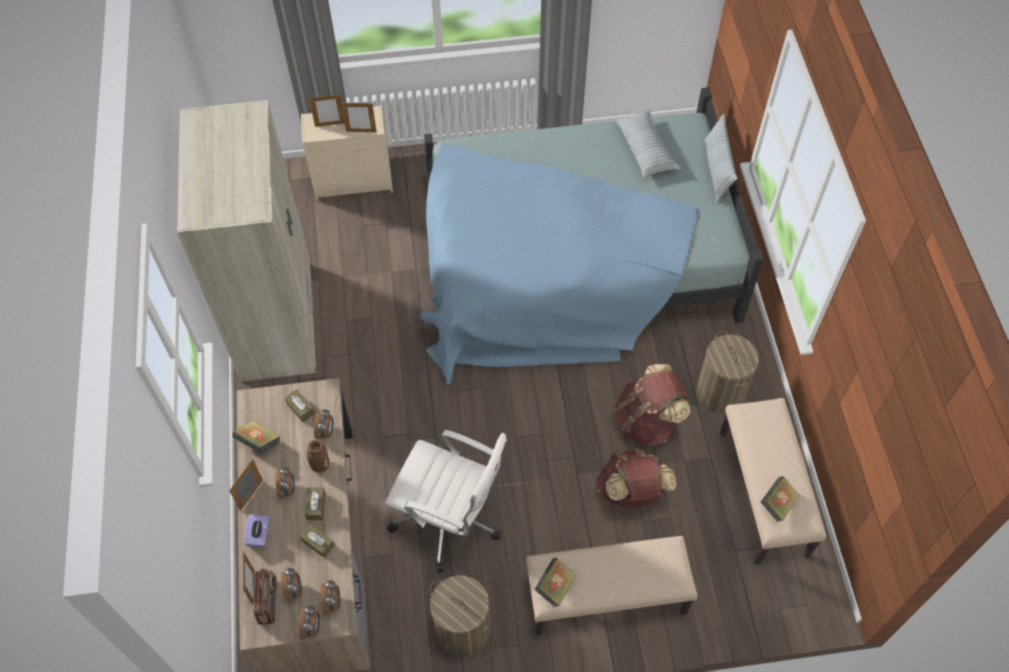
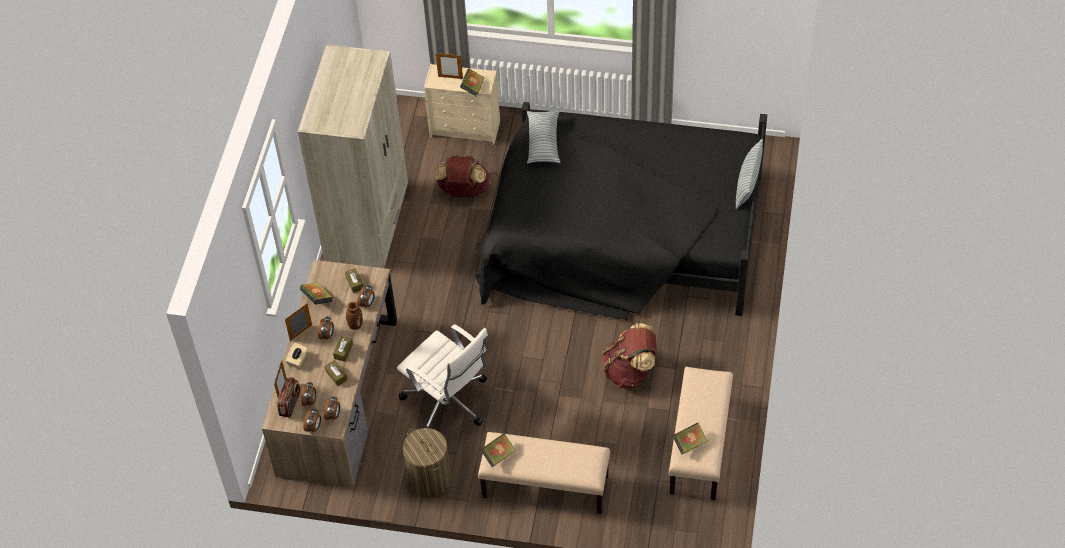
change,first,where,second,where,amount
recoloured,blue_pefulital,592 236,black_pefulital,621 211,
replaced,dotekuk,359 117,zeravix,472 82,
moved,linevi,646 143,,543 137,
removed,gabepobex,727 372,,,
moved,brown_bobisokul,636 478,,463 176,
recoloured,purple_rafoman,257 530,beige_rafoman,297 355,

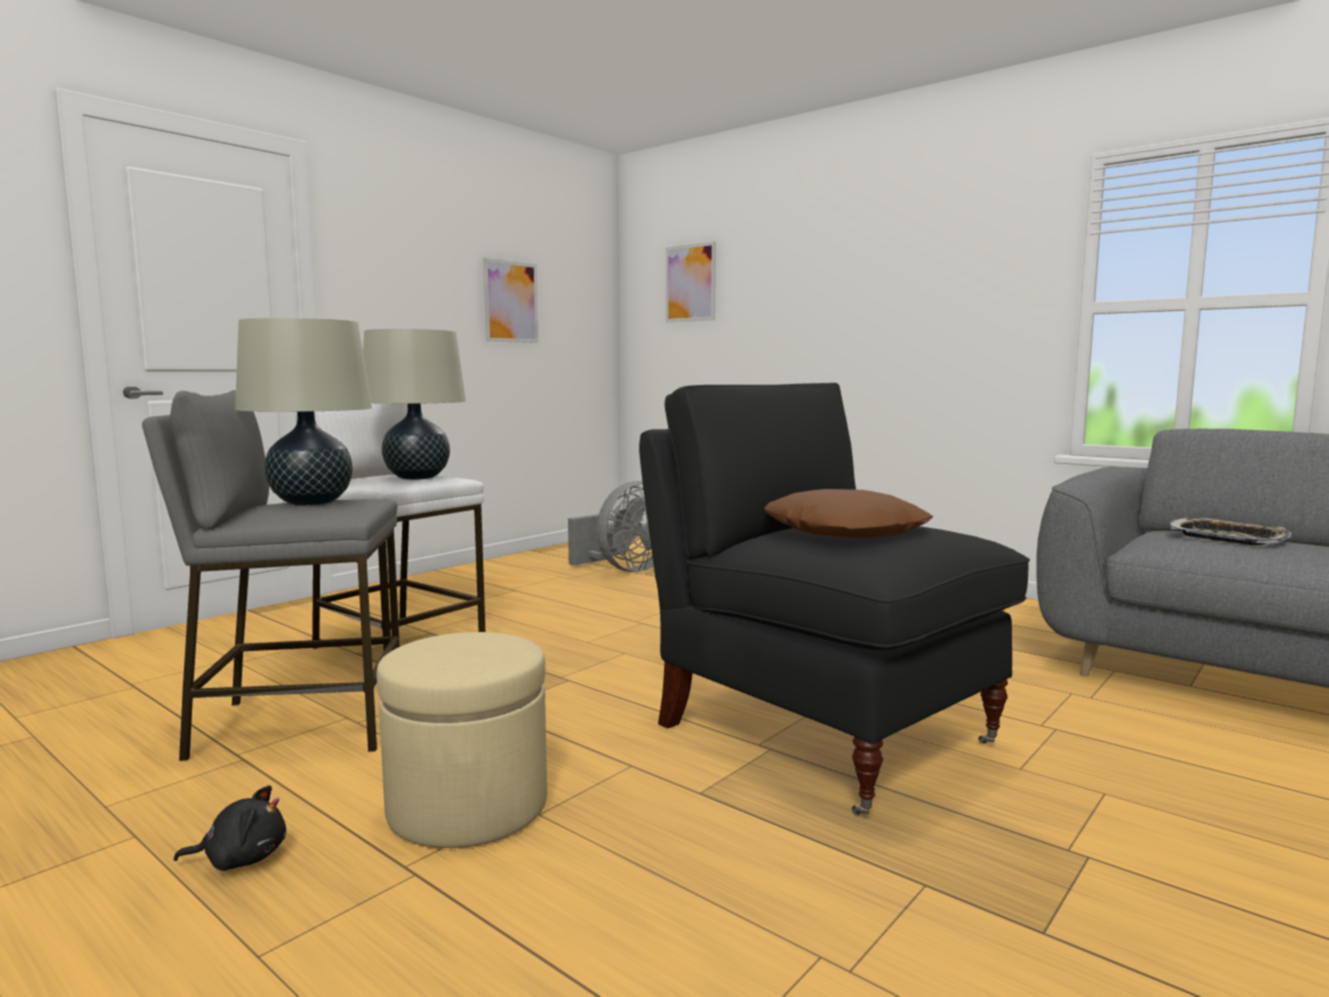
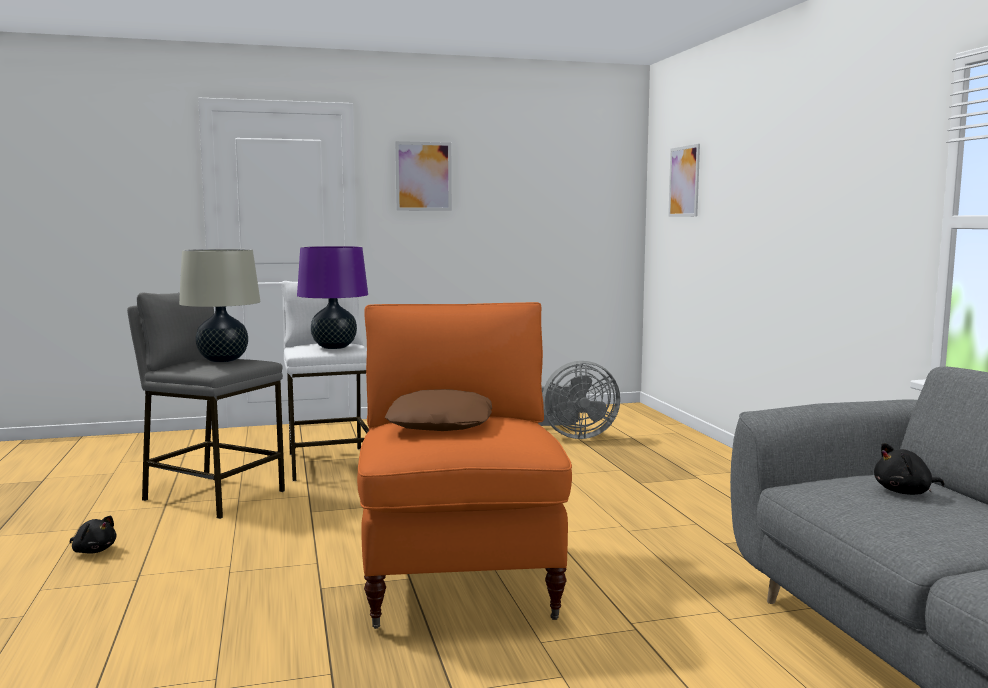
change,first,where,second,where,amount
moved,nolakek,510 300,,423 176,
recoloured,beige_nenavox,414 404,purple_nenavox,332 297,
recoloured,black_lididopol,834 599,orange_lididopol,464 465,
replaced,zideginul,1230 531,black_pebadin,909 469,
removed,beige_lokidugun,462 740,,,

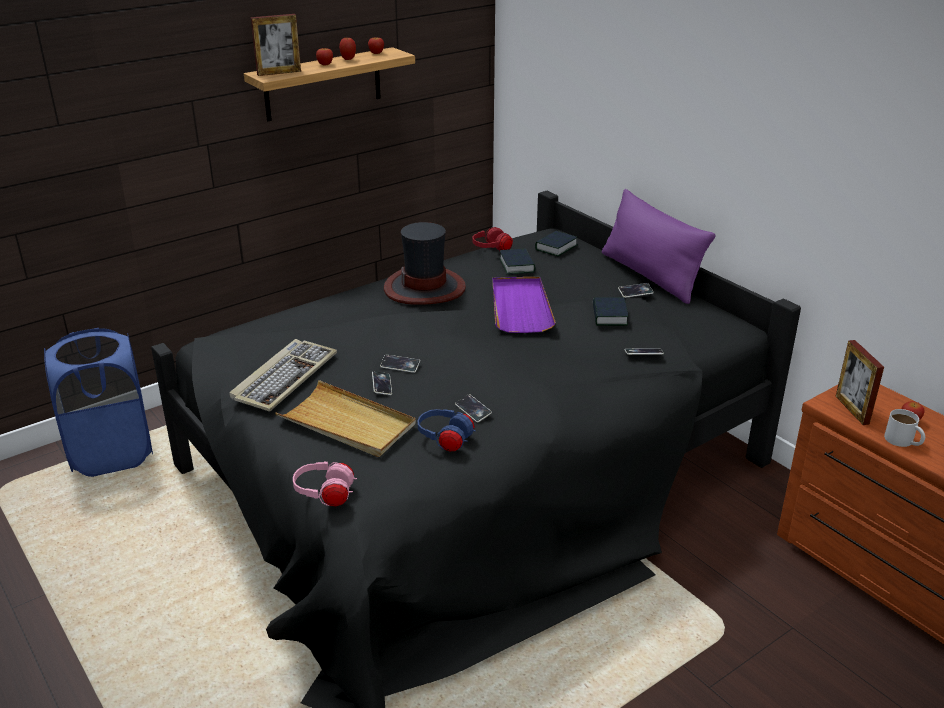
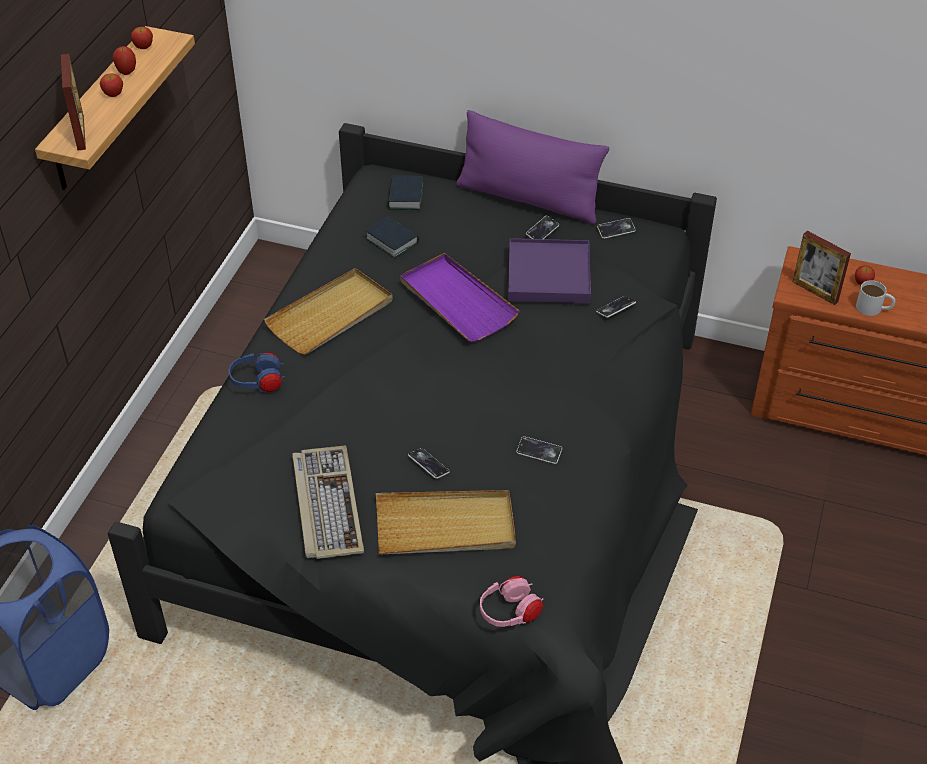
change,first,where,second,where,amount
turned,dotekuk,276 45,,73 102,45 degrees counterclockwise
replaced,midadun,425 263,beige_zideginul,328 311,
removed,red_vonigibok,492 239,,,
replaced,zeravix,610 311,purple_zideginul,549 270,
moved,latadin,400 364,,616 228,
moved,blue_vonigibok,447 430,,257 372,

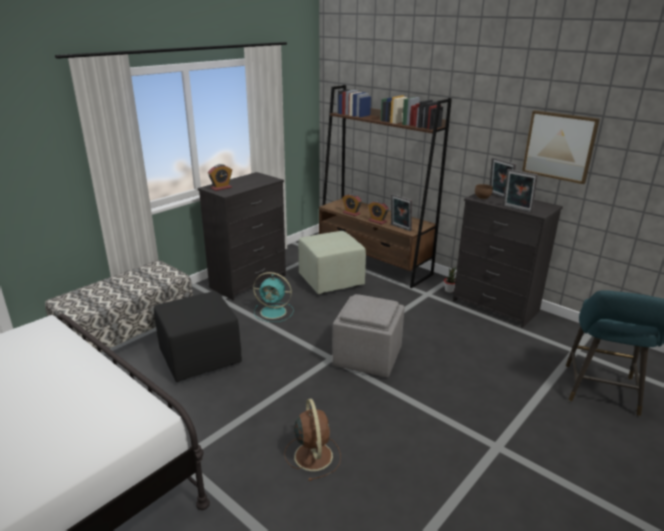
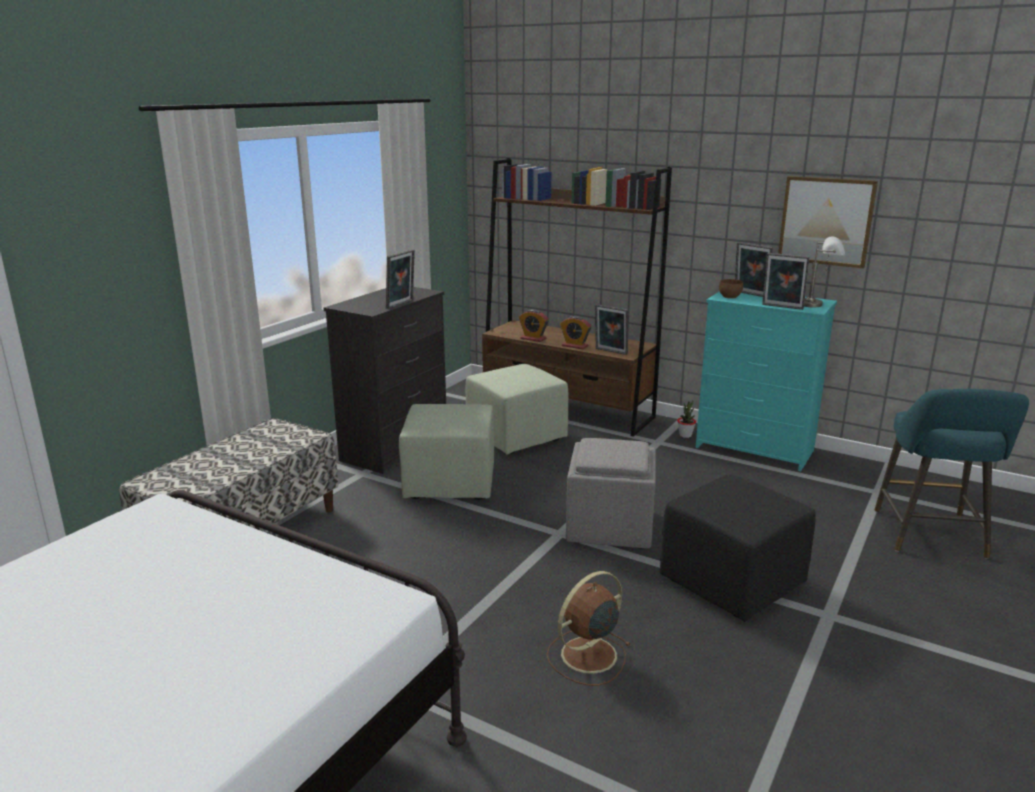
change,first,where,second,where,amount
removed,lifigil,220 177,,,
recoloured,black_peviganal,508 261,turquoise_peviganal,766 381,
replaced,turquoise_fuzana,273 297,green_lokidugun,446 452,
moved,black_lokidugun,198 336,,738 548,
turned,brown_fuzana,312 439,,589 628,105 degrees counterclockwise
added,,,grey_nenavox,824 272,
added,,,dotekuk,400 279,

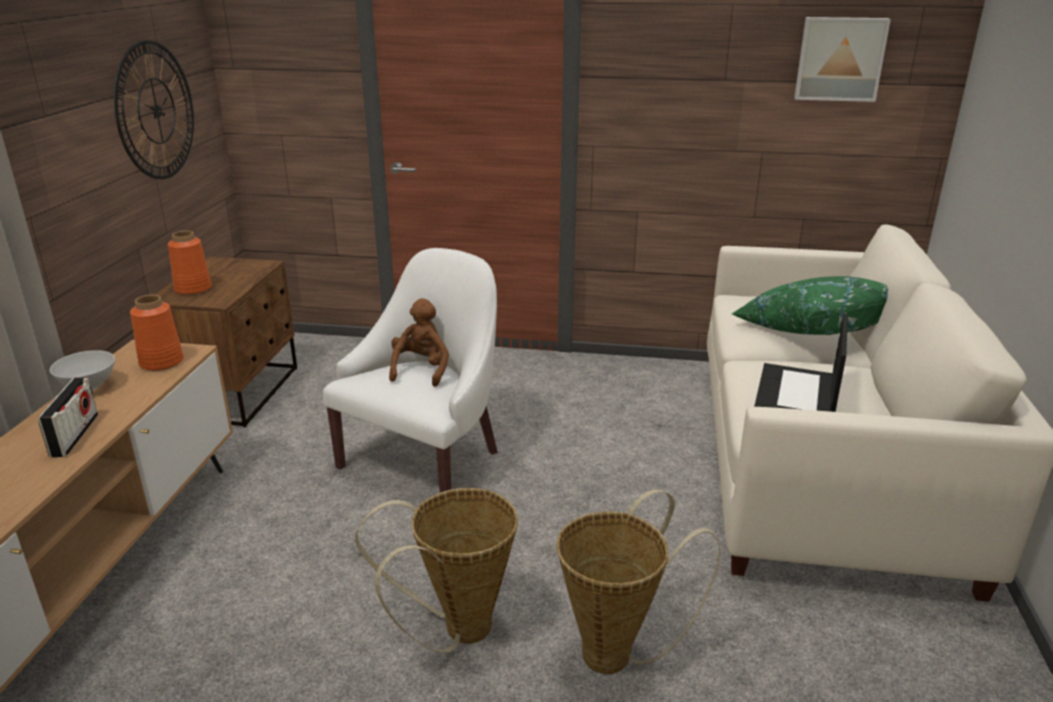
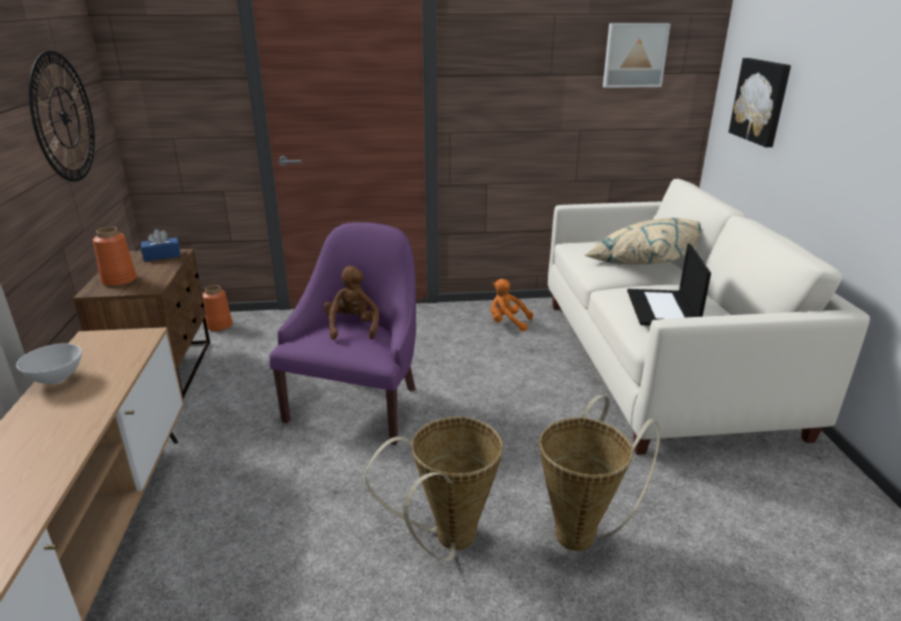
change,first,where,second,where,amount
recoloured,white_lididopol,410 370,purple_lididopol,342 333,
recoloured,green_linevi,810 305,beige_linevi,642 241,
moved,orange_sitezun,157 333,,217 308,
removed,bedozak,68 418,,,
added,,,nolakek,760 102,
added,,,blue_rafoman,160 245,
added,,,orange_pebadin,512 305,

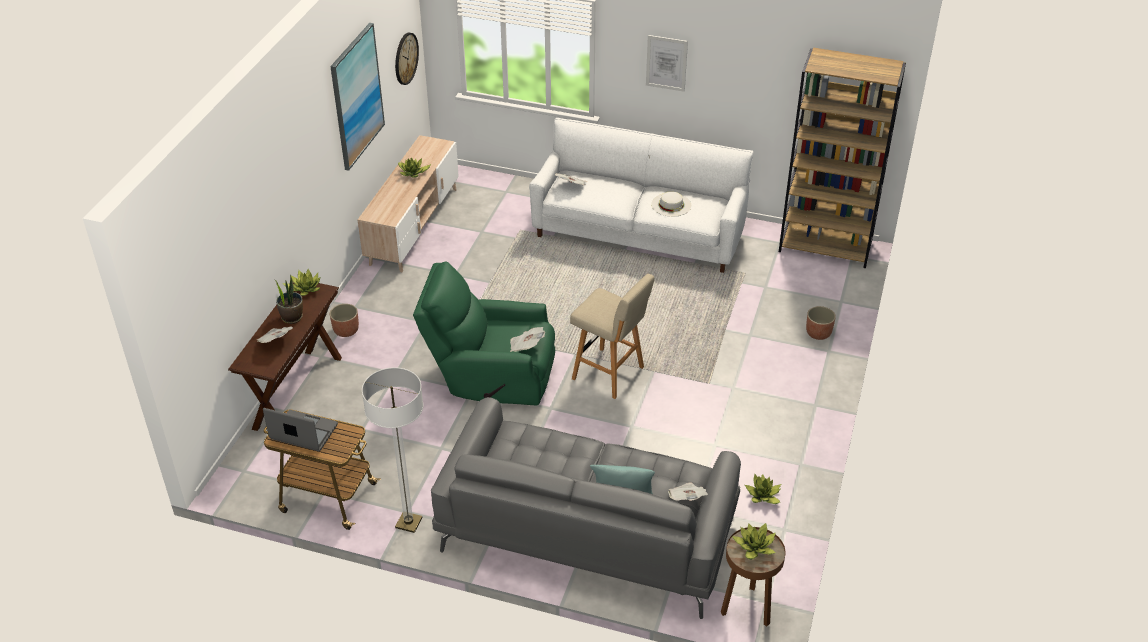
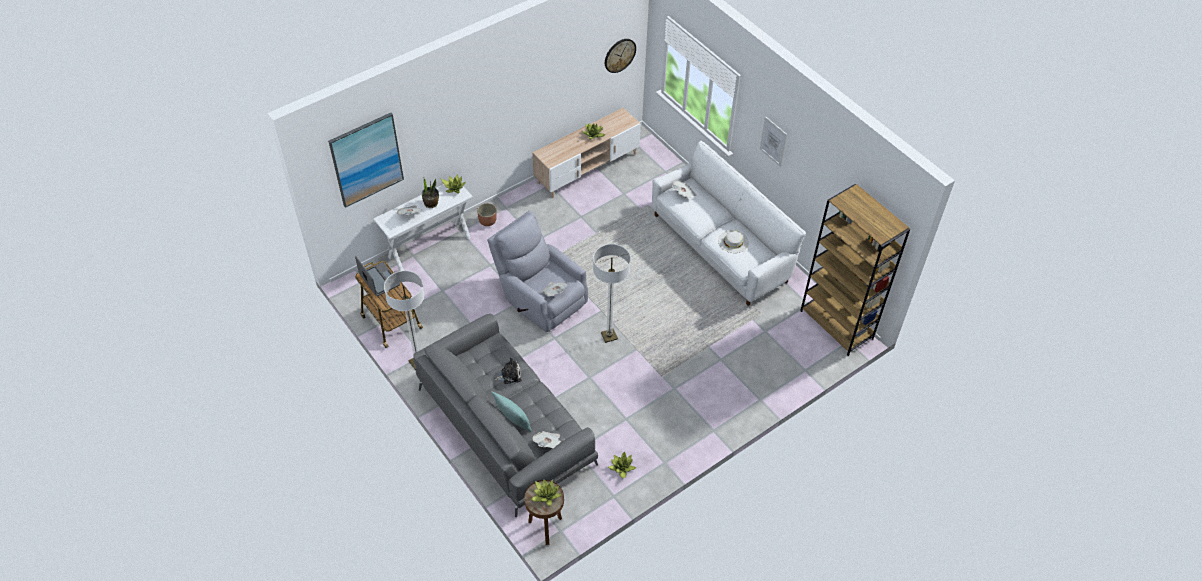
change,first,where,second,where,amount
moved,nolakek,357 97,,366 160,
recoloured,green_lididopol,484 333,grey_lididopol,537 271,
replaced,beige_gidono,612 336,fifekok,612 293,
recoloured,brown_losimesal,285 356,white_losimesal,423 227,
removed,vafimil,821 323,,,
added,,,pebadin,507 371,

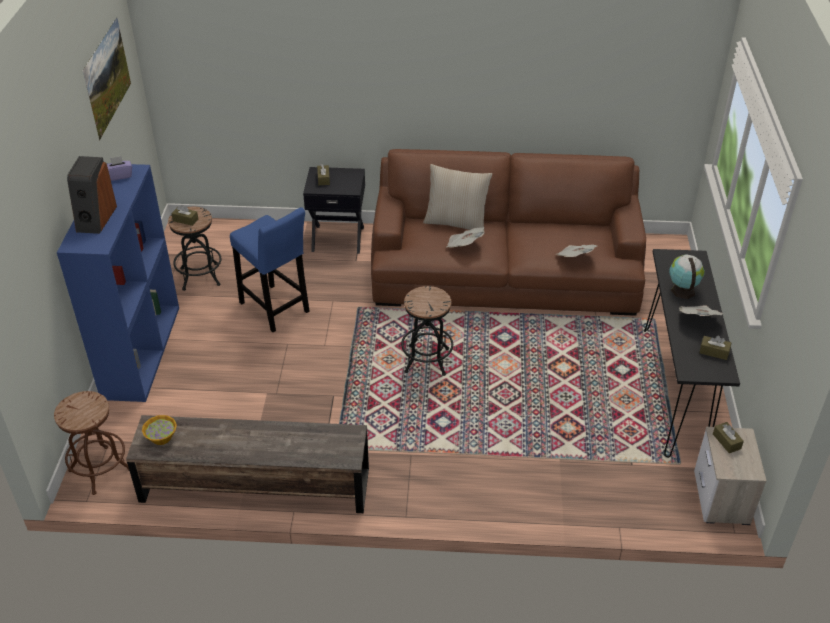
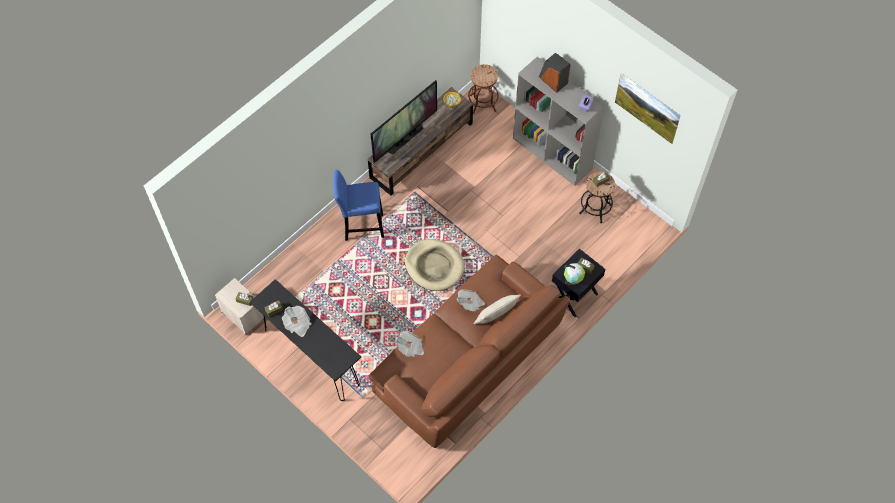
change,first,where,second,where,amount
recoloured,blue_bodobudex,118 282,grey_bodobudex,559 121,
moved,blue_gidono,270 270,,358 205,
moved,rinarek,687 276,,574 274,
replaced,black_gidono,427 331,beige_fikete,435 265,
added,,,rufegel,404 121,

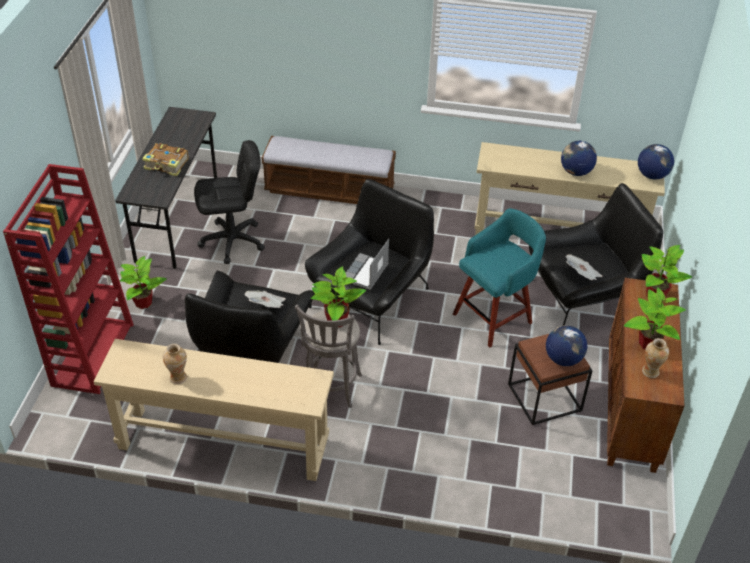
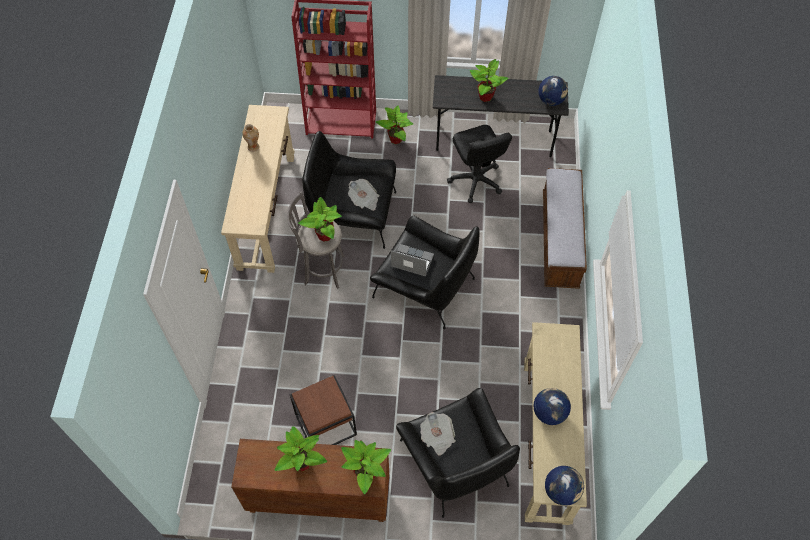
change,first,where,second,where,amount
replaced,zeravix,165 159,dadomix,489 80,
removed,turquoise_gidono,499 277,,,
moved,rinarek,566 345,,553 91,
removed,sitezun,655 358,,,

